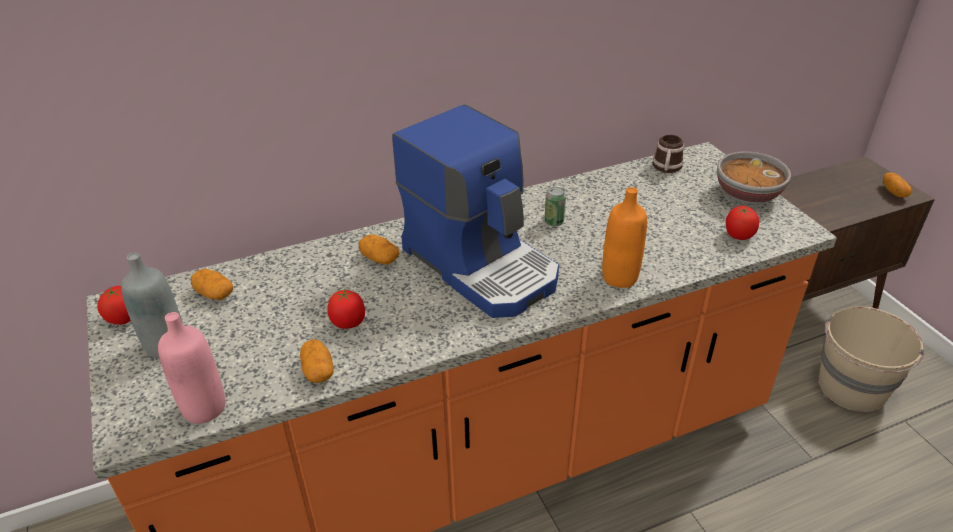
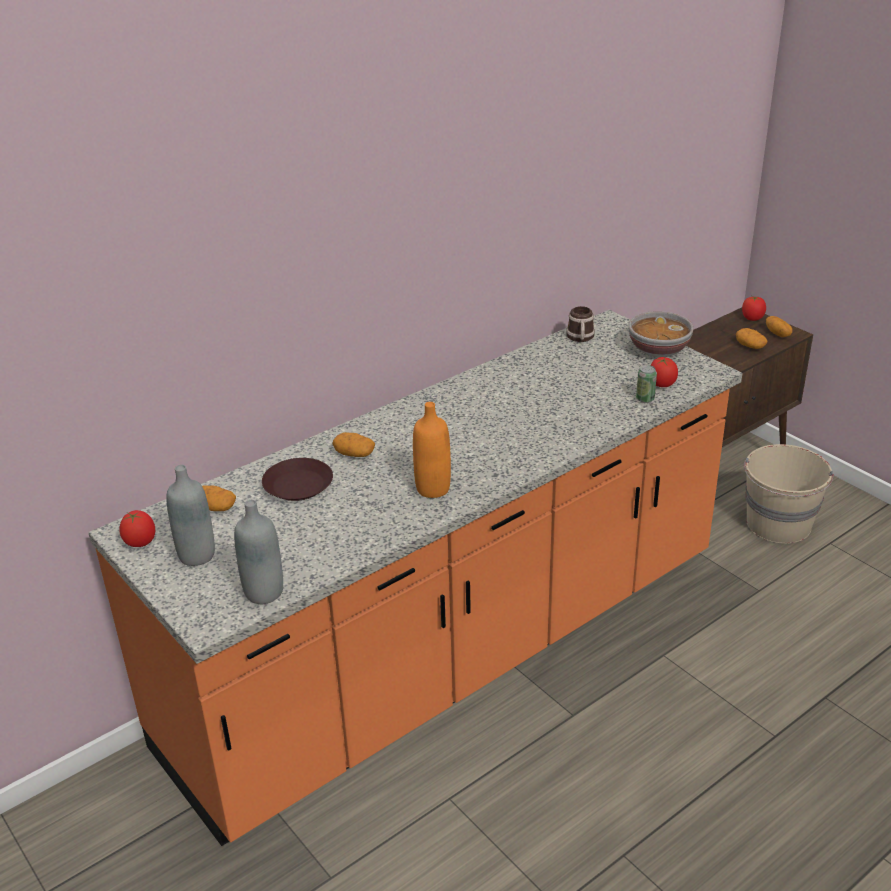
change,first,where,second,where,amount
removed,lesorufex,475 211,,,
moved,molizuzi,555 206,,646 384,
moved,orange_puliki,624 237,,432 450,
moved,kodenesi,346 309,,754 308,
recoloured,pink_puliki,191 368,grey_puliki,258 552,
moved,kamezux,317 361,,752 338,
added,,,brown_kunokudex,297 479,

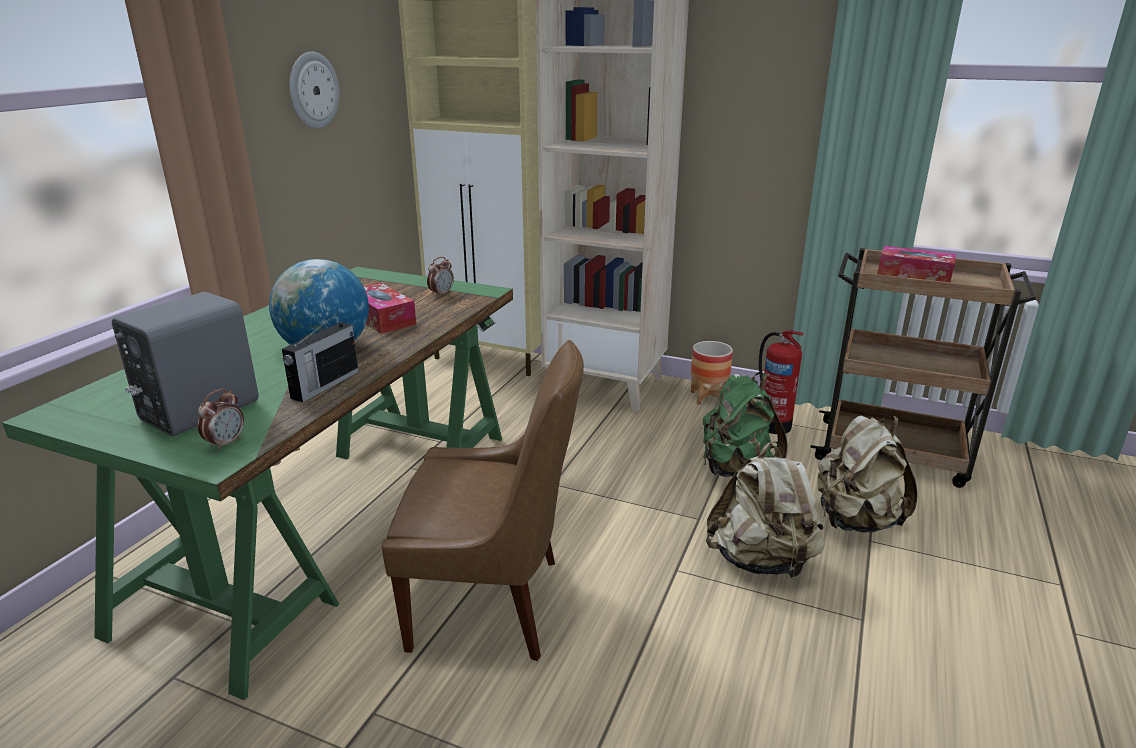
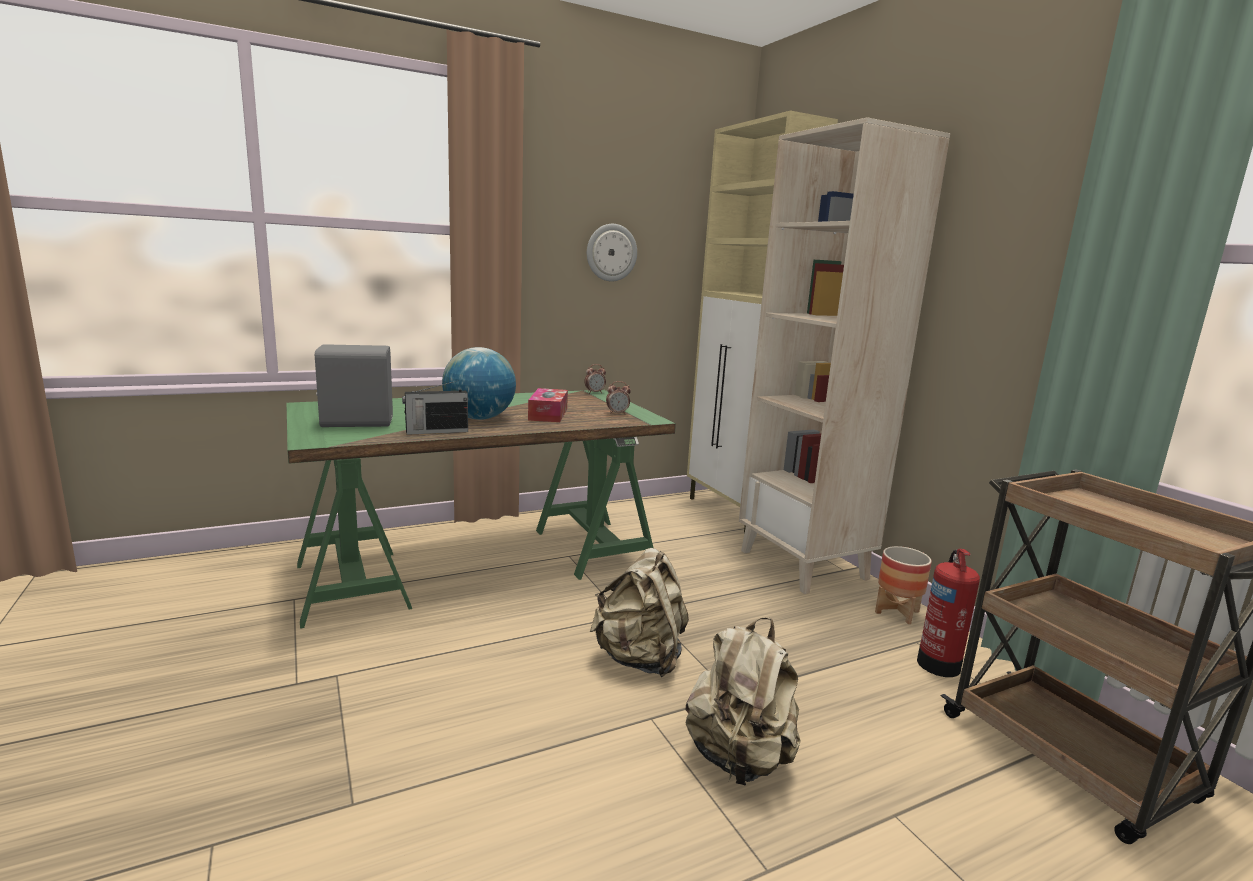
change,first,where,second,where,amount
removed,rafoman,916 264,,,
removed,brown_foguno,483 500,,,
removed,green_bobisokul,745 424,,,
moved,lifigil,221 420,,595 378,
moved,beige_bobisokul,868 474,,639 613,

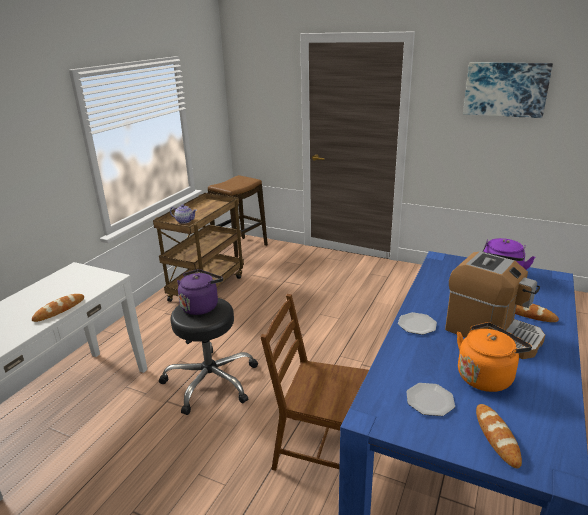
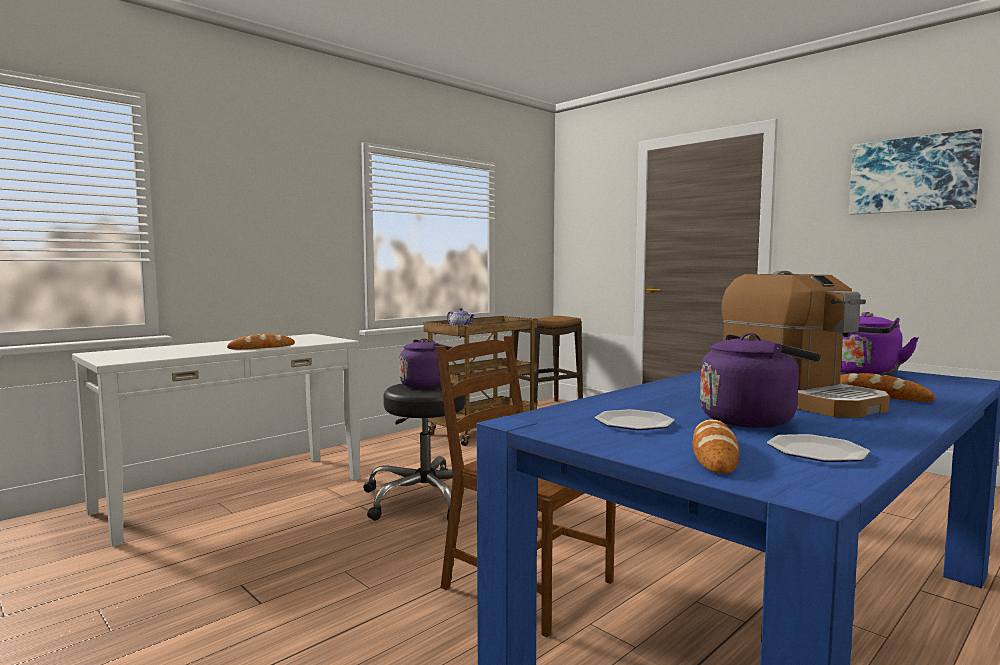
change,first,where,second,where,amount
moved,kunokudex,417 323,,818 448,
recoloured,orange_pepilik,494 357,purple_pepilik,760 380,

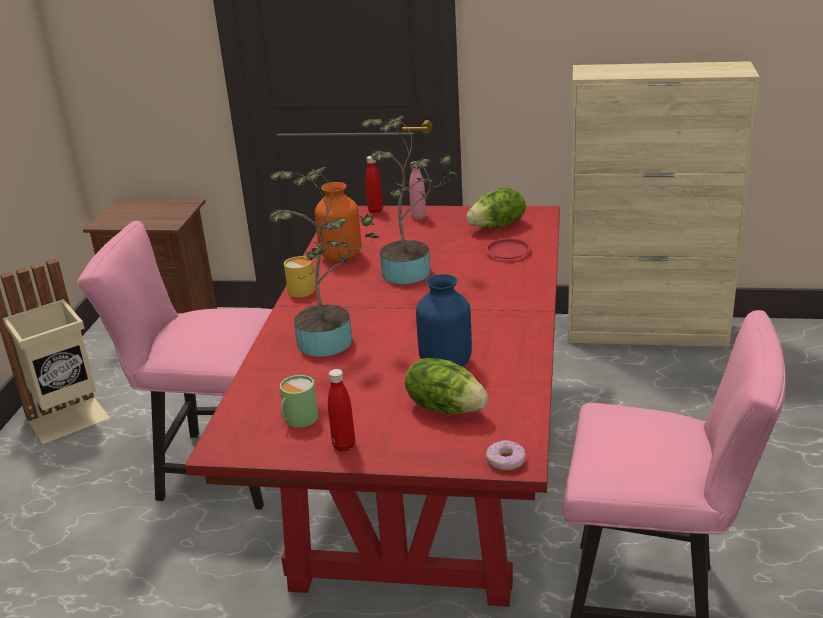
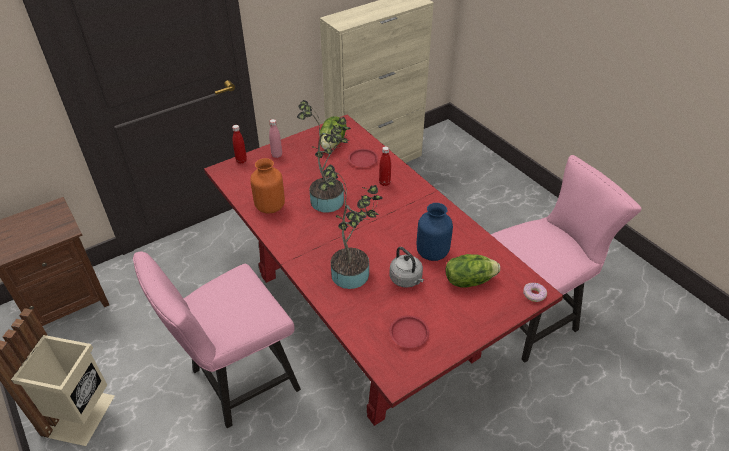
change,first,where,second,where,amount
removed,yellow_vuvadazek,299 276,,,
moved,red_puliki,341 410,,385 166,
replaced,green_vuvadazek,298 401,red_kunokudex,409 331,
added,,,grey_pepilik,406 267,

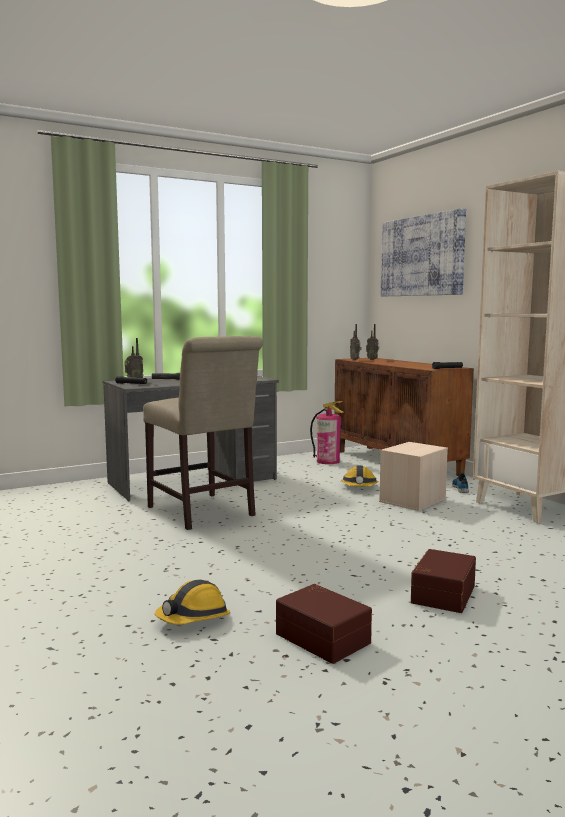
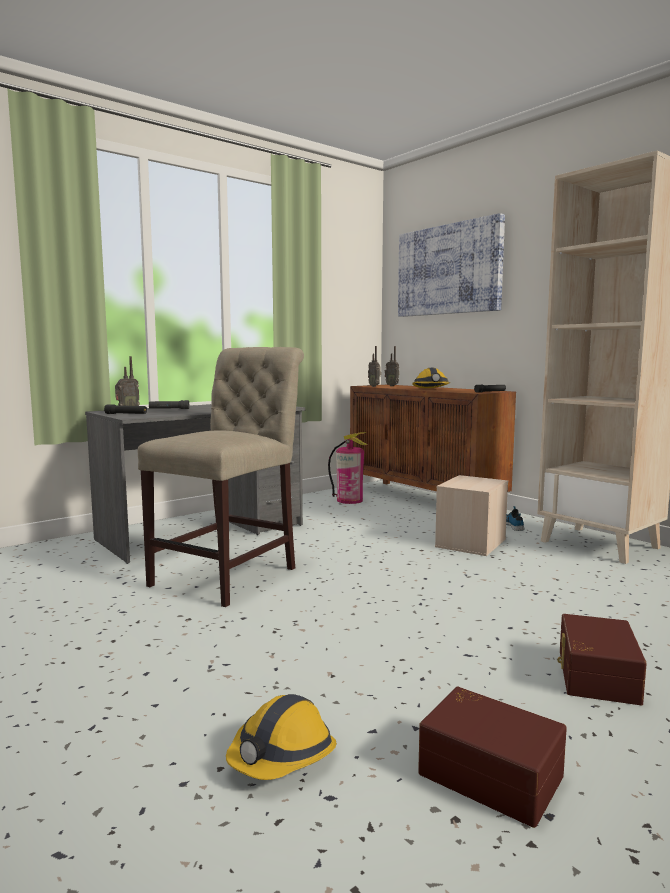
change,first,where,second,where,amount
turned,beige_foguno,203 433,,220 477,105 degrees counterclockwise
moved,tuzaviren,359 476,,431 378,

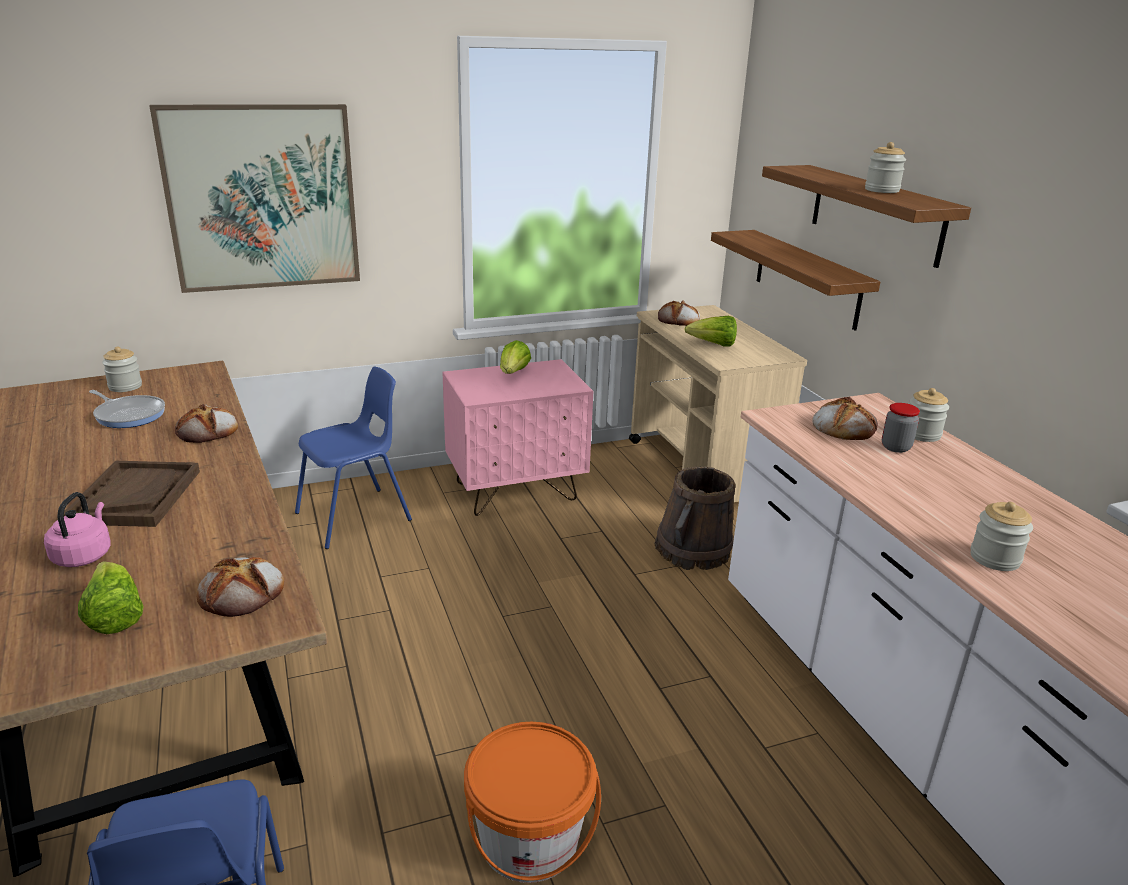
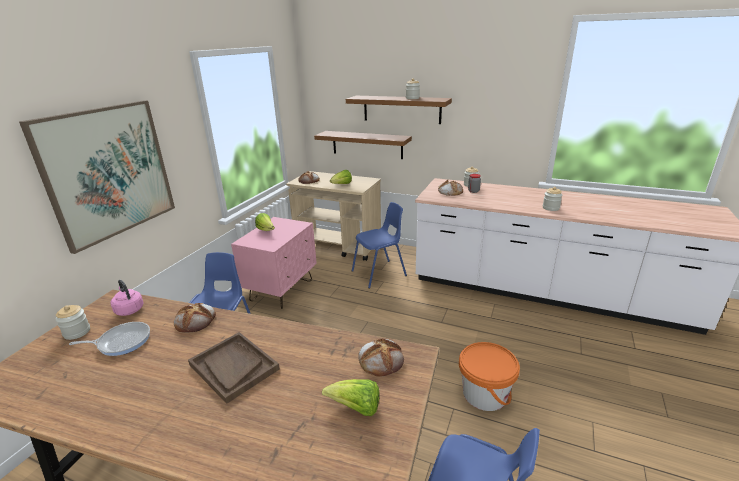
change,first,where,second,where,amount
replaced,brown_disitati,695 518,blue_foguno,379 245,
moved,pink_pepilik,77 529,,127 298,

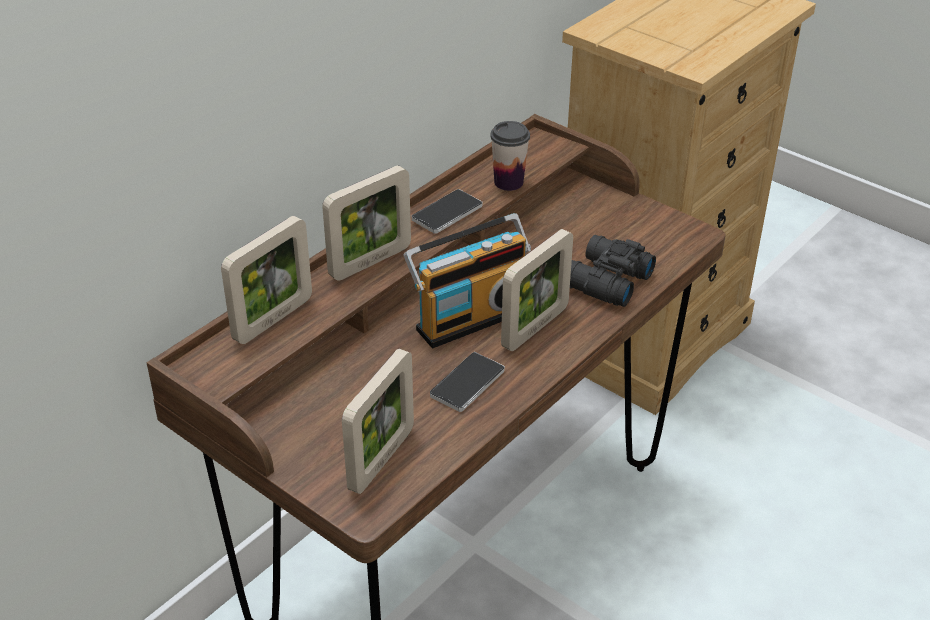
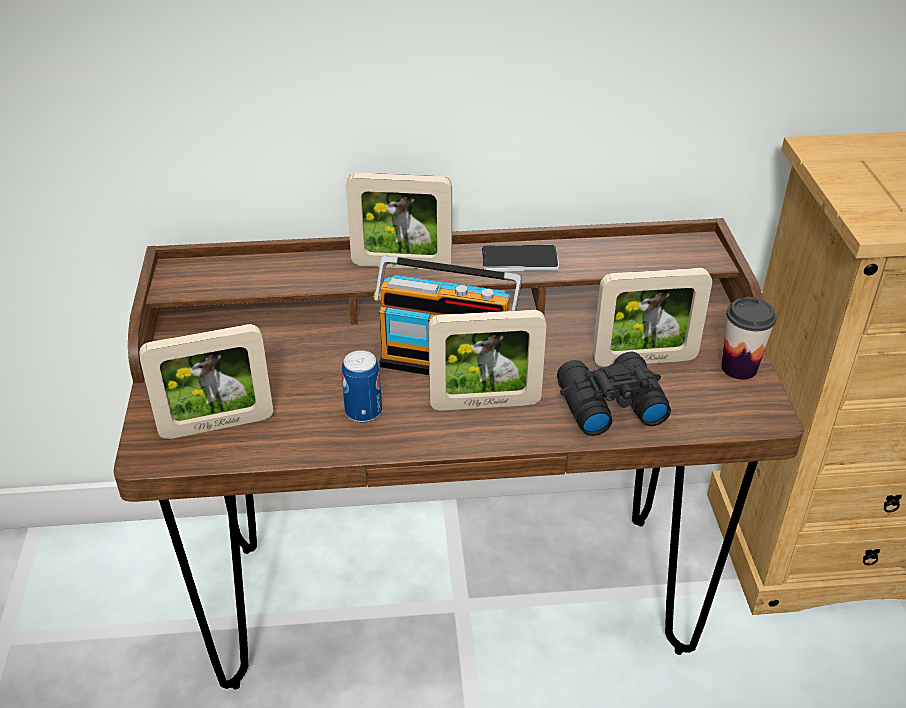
change,first,where,second,where,amount
moved,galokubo,510 156,,749 338,
moved,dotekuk,266 280,,652 317,
replaced,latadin,467 382,molizuzi,362 386,

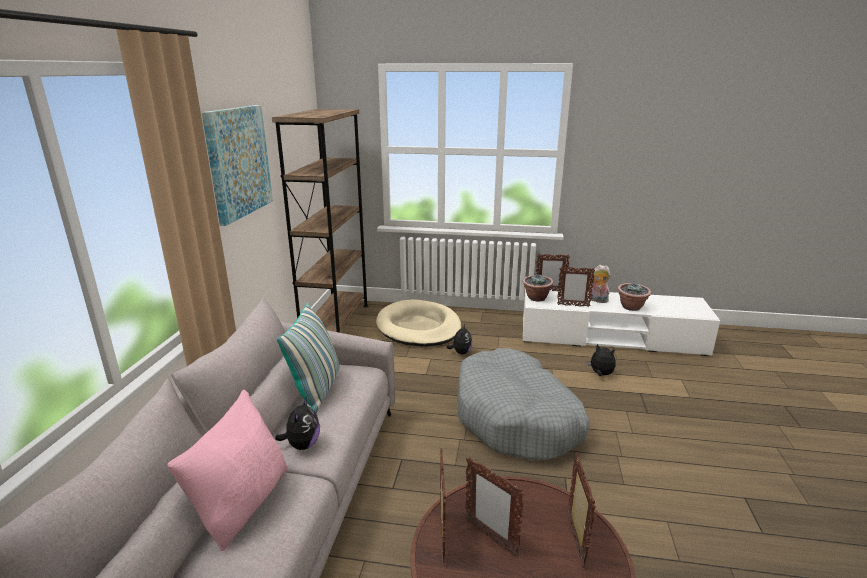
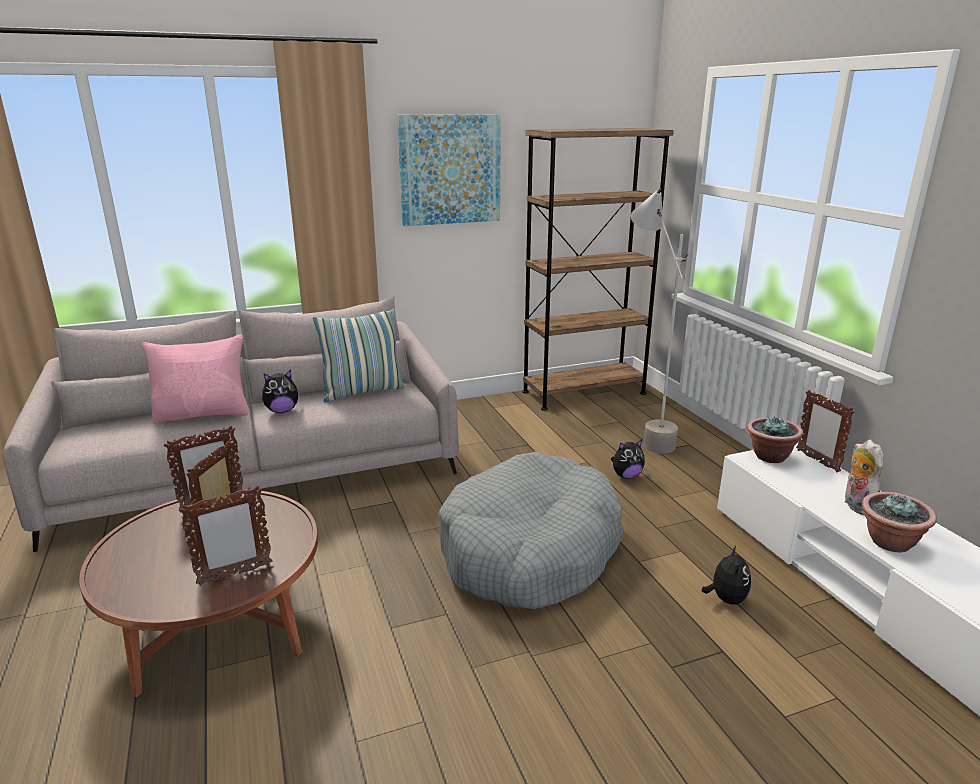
change,first,where,second,where,amount
removed,dotekuk,576 287,,,
replaced,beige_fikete,419 322,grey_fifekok,659 320,

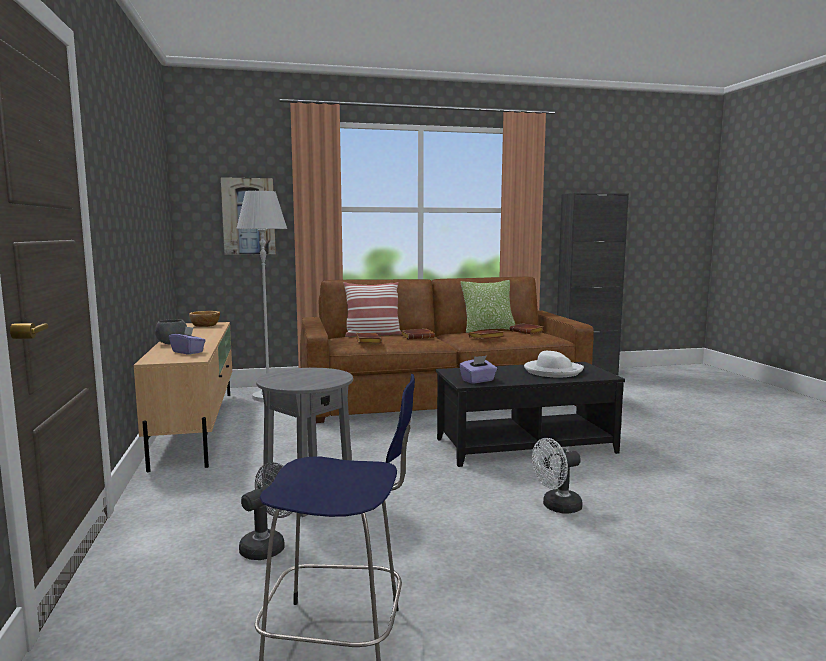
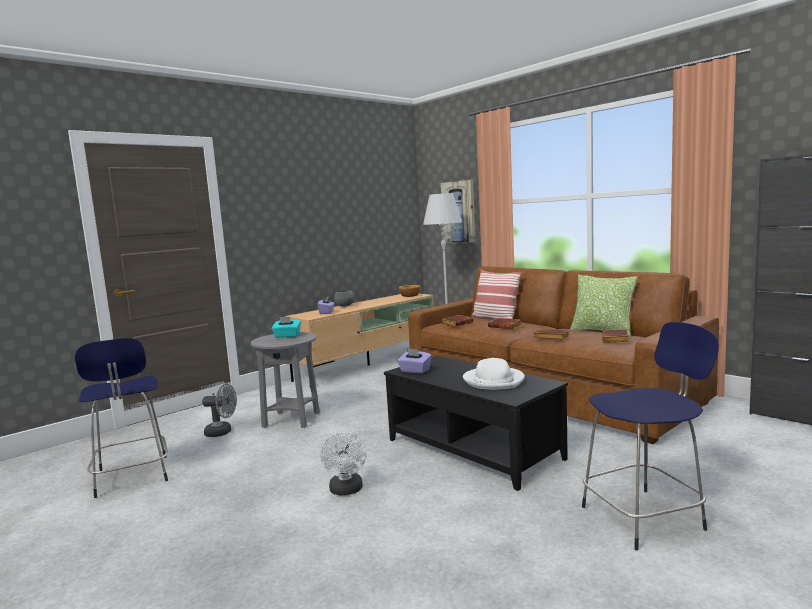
change,first,where,second,where,amount
turned,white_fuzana,557 476,,343 464,135 degrees counterclockwise
added,,,turquoise_rafoman,286 327,
added,,,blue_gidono,650 436,

